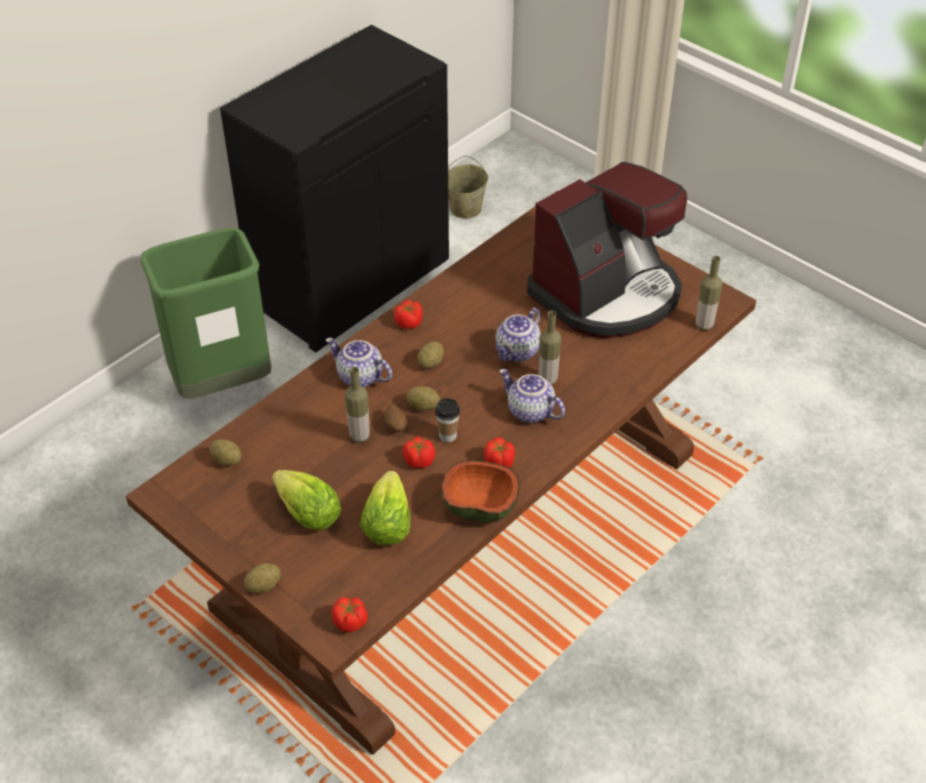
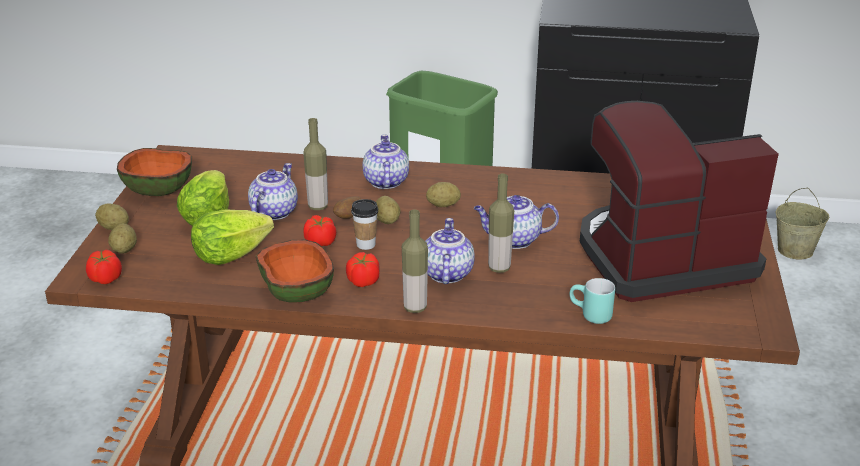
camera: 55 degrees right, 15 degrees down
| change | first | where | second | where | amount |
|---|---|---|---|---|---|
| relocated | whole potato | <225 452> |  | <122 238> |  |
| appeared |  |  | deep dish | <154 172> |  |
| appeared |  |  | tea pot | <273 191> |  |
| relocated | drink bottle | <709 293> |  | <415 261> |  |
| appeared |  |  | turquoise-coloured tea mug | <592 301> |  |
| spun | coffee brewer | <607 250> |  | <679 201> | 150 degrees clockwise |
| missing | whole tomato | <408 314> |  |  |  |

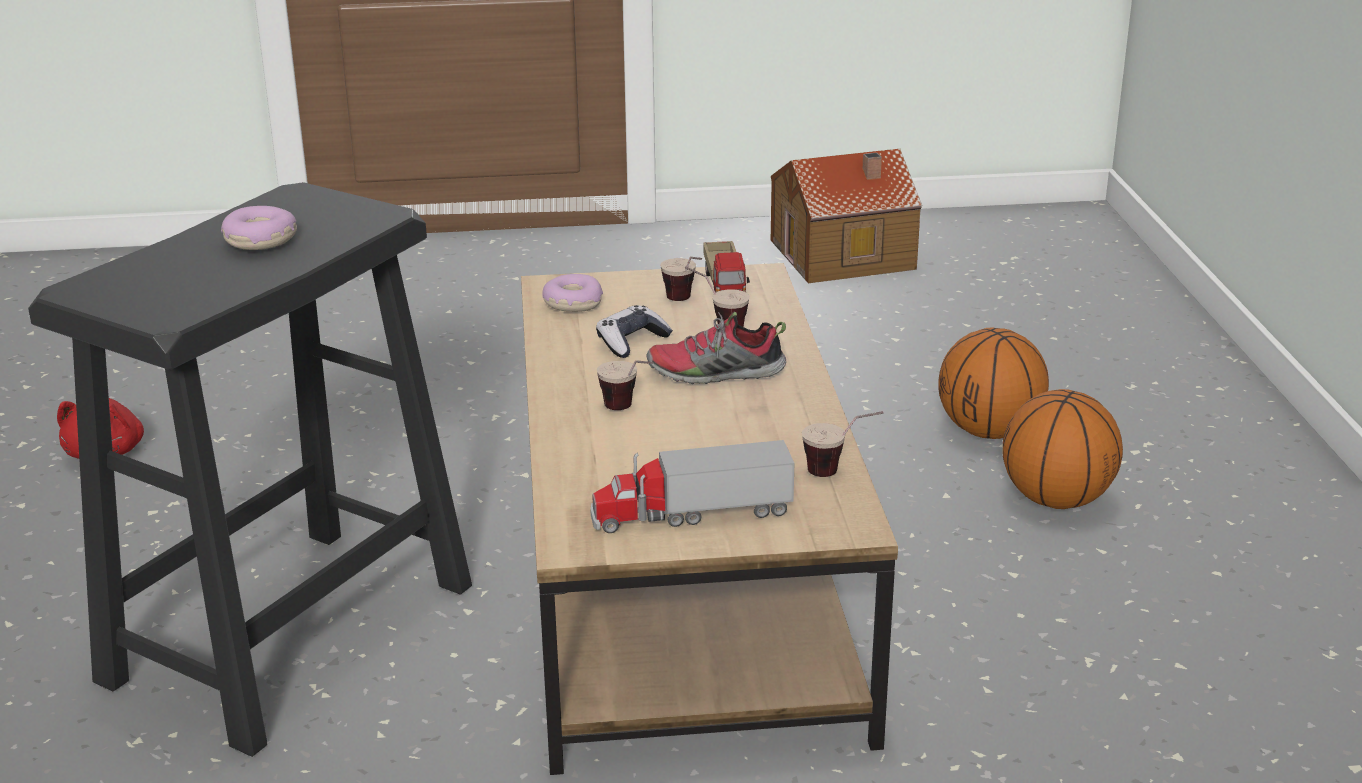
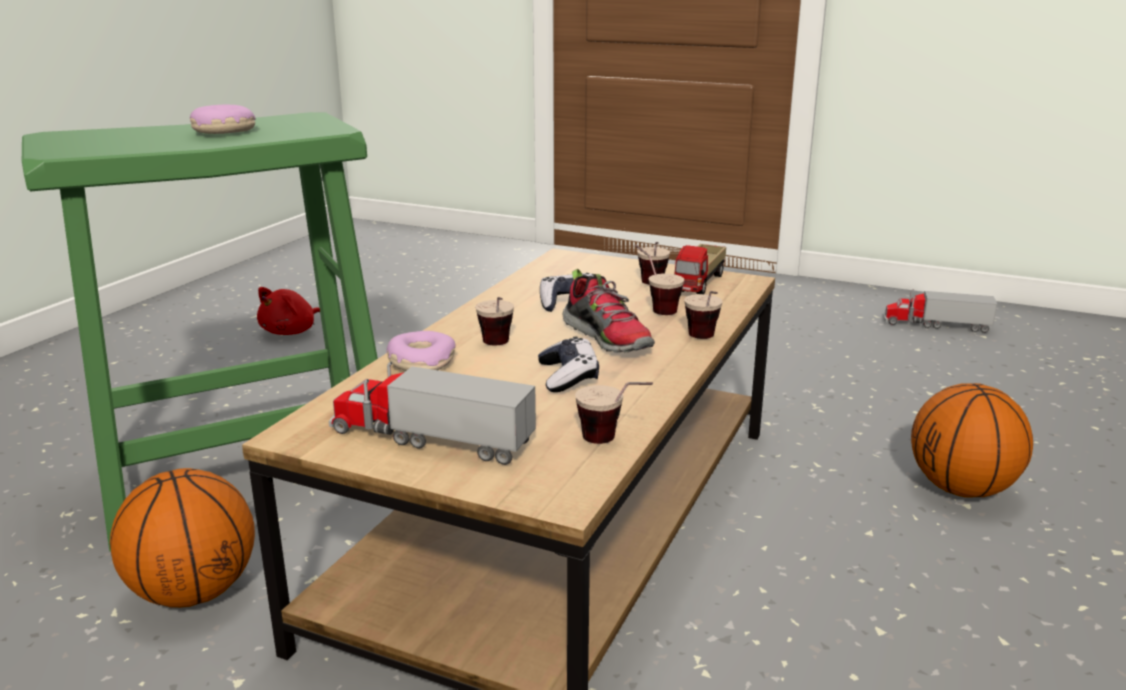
camera: 30 degrees right, 5 degrees down
| change | first | where | second | where | amount |
|---|---|---|---|---|---|
| colour | black-coloured sitting stool | <250 469> | green sitting stool | <200 332> |  |
| relocated | basketball ball | <1062 449> |  | <182 538> |  |
| relocated | ring doughnut | <573 293> |  | <421 351> |  |
| appeared |  |  | game controller | <568 364> |  |
| spun | shoe | <716 348> |  | <609 311> | 150 degrees counterclockwise |
| appeared |  |  | drinking cup | <703 315> |  |
| exchanged | toy house | <846 216> | toy truck | <940 311> |  |

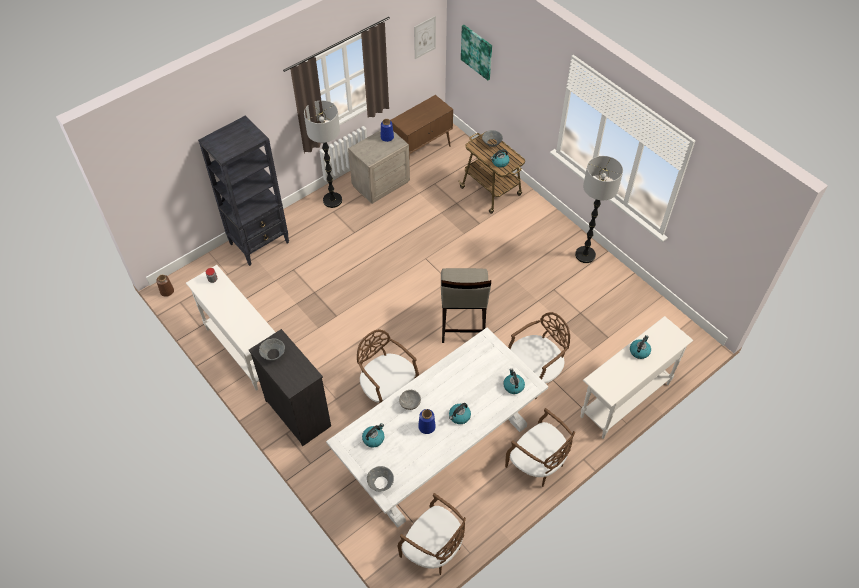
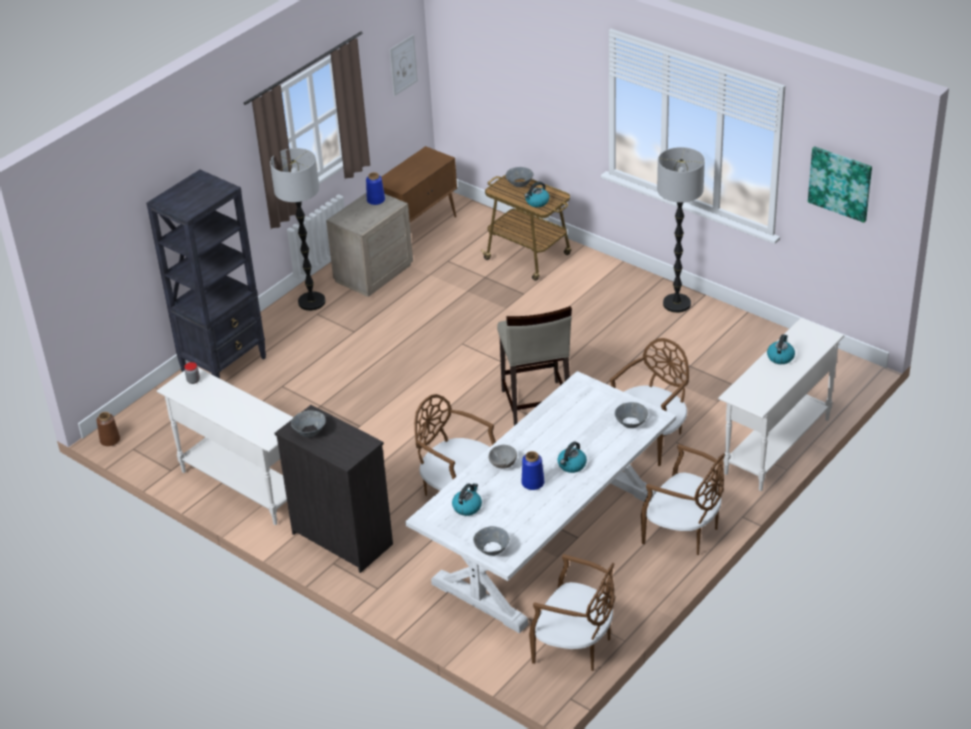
camera: 10 degrees left, 15 degrees down
| change | first | where | second | where | amount |
|---|---|---|---|---|---|
| exchanged | kettle | <514 381> | grey deep dish | <631 415> |  |
| relocated | wall art | <476 52> |  | <840 184> |  |

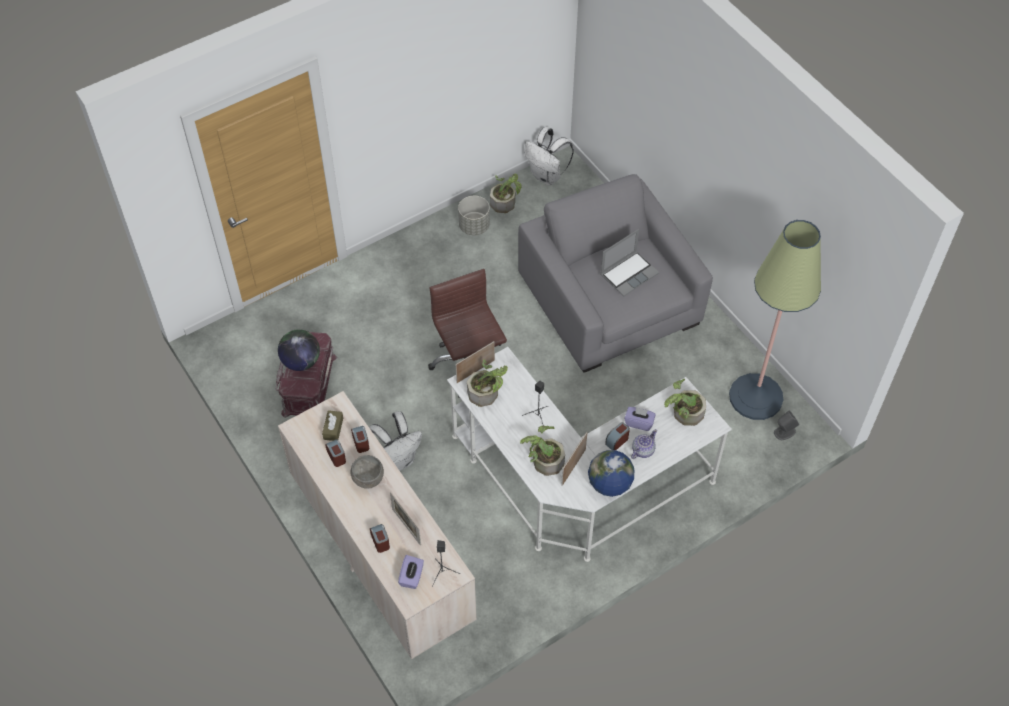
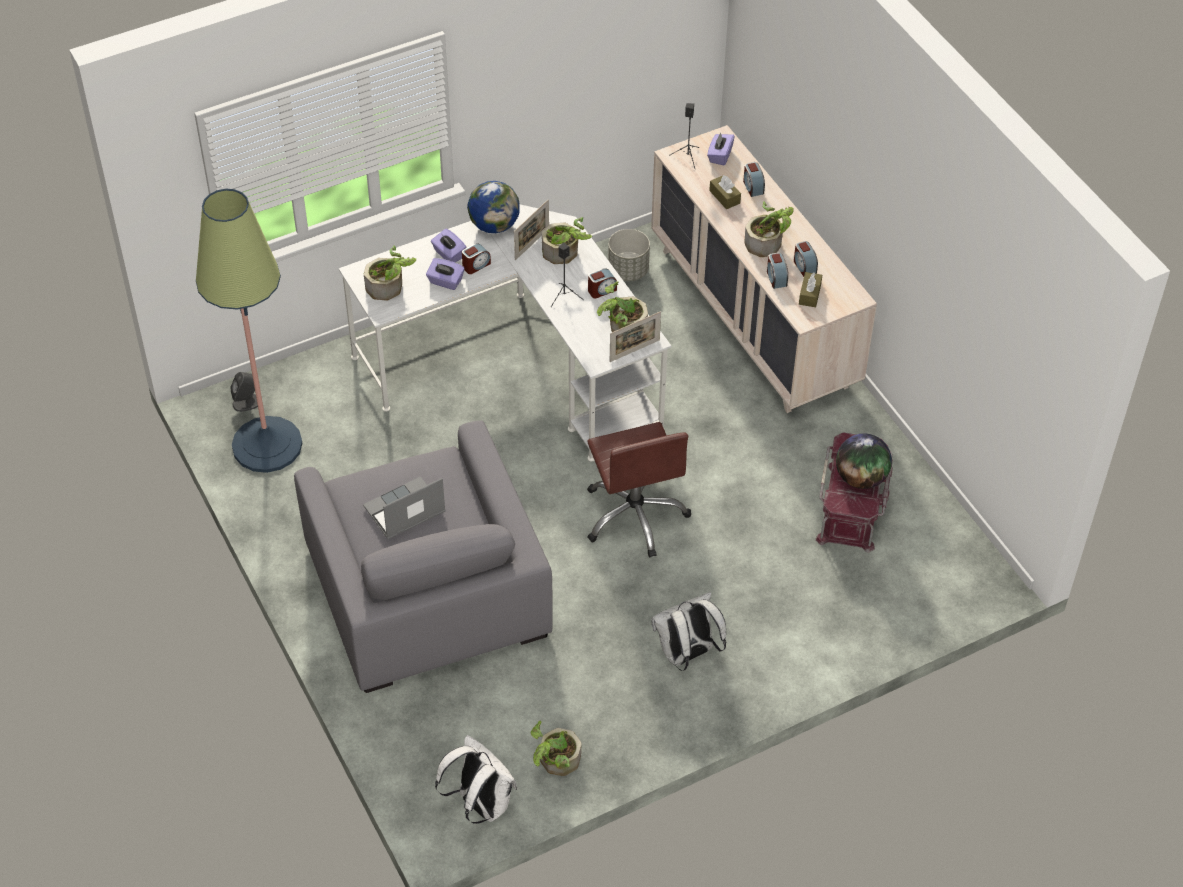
camera: 175 degrees left, 5 degrees down
| change | first | where | second | where | amount |
|---|---|---|---|---|---|
| exchanged | tea pot | <644 444> | purplish tissue box | <449 245> |  |
| appeared |  |  | table clock | <602 283> |  |
| relocated | grey flower pot | <474 215> |  | <629 255> |  |
| relocated | white-coloured knapsack | <395 441> |  | <689 631> |  |
| exchanged | picture frame | <405 519> | brown tissue box | <725 192> |  |
| exchanged | grey deep dish | <367 472> | houseplant | <769 229> |  |

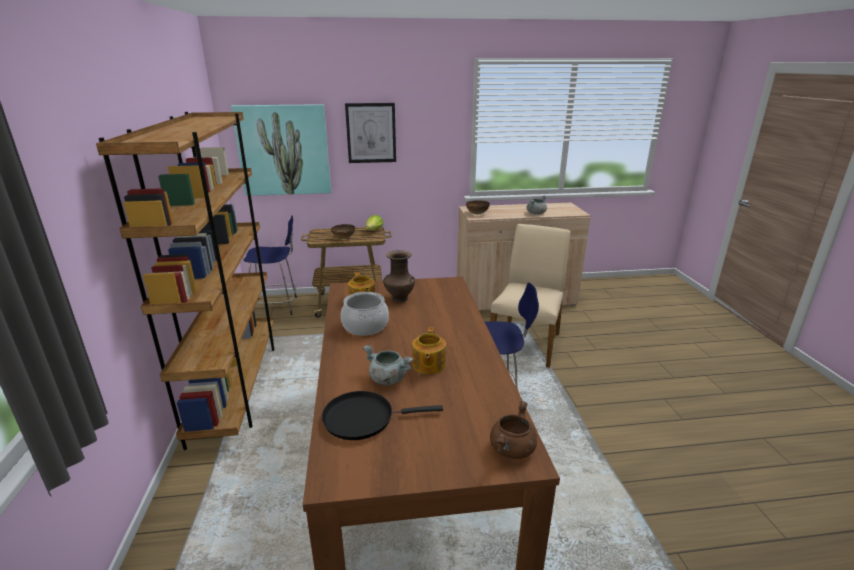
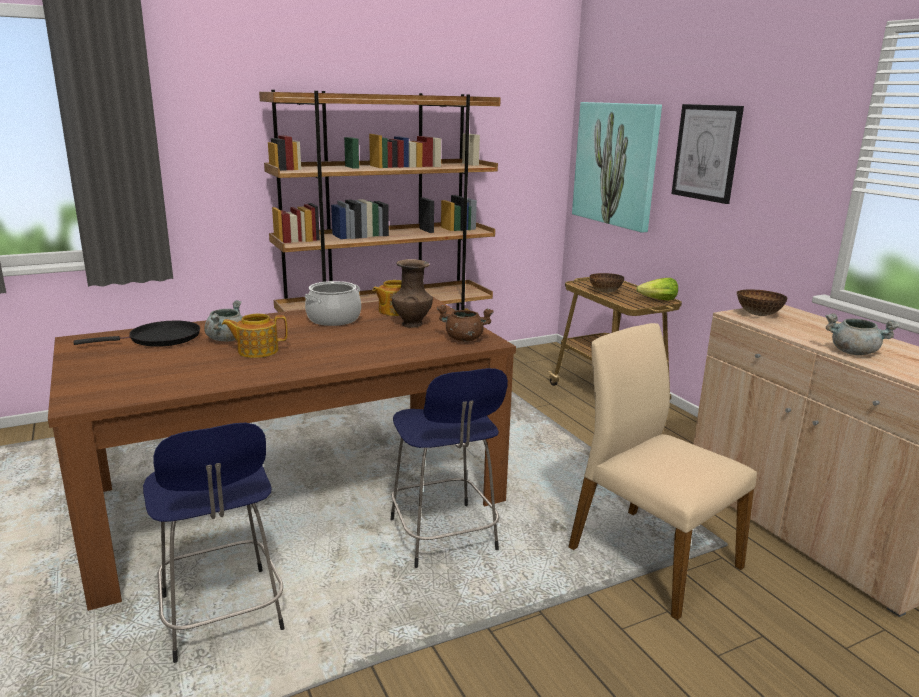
camera: 70 degrees right, 5 degrees down
| change | first | where | second | where | amount |
|---|---|---|---|---|---|
| spun | black-coloured frying pan | <382 415> |  | <136 334> | 90 degrees clockwise |
| relocated | bluish sitting stool | <270 265> |  | <214 542> |  |
| relocated | brown saucepot | <513 429> |  | <465 323> |  |
| spun | beige upright chair | <530 296> |  | <663 471> | 135 degrees counterclockwise |

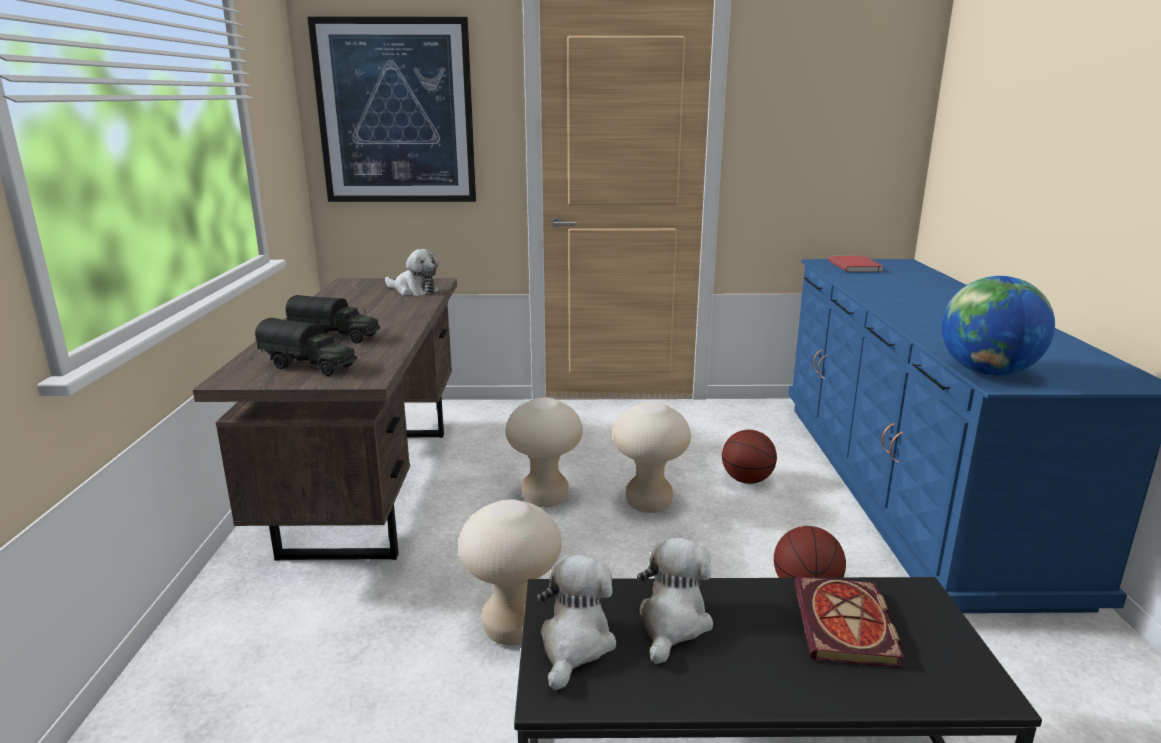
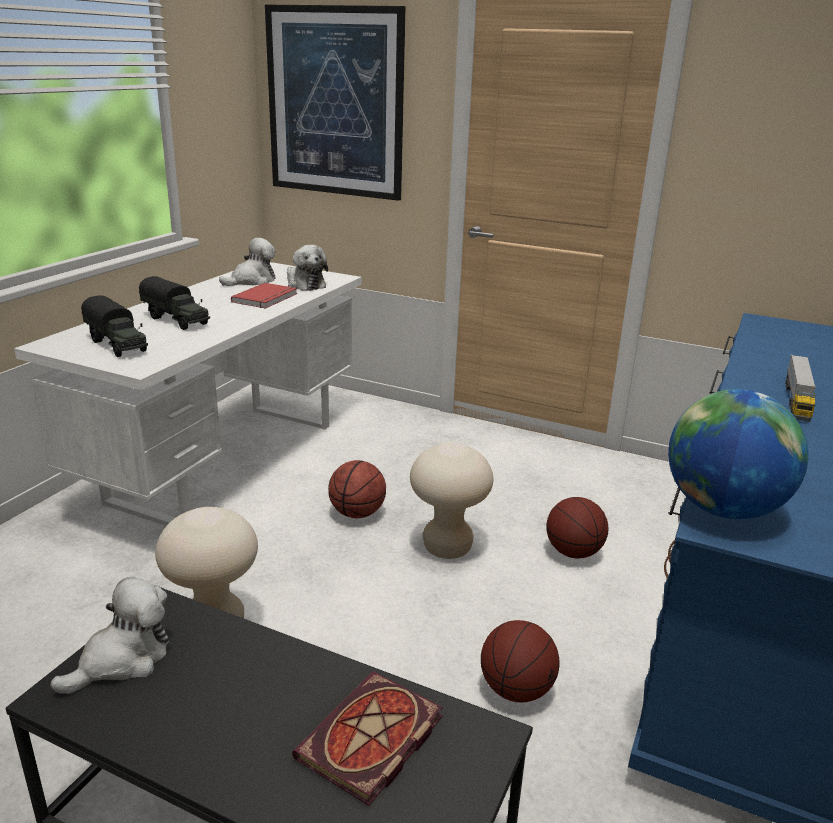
camera: 25 degrees right, 5 degrees up
| change | first | where | second | where | amount |
|---|---|---|---|---|---|
| colour | brown desk unit | <325 419> | white-coloured desk unit | <187 394> |  |
| relocated | cuddly toy | <675 601> |  | <247 262> |  |
| relocated | red-coloured volume | <856 263> |  | <264 295> |  |
| exchanged | beige sitting stool | <544 452> | basketball ball | <357 489> |  |
| appeared |  |  | toy truck | <800 388> |  |

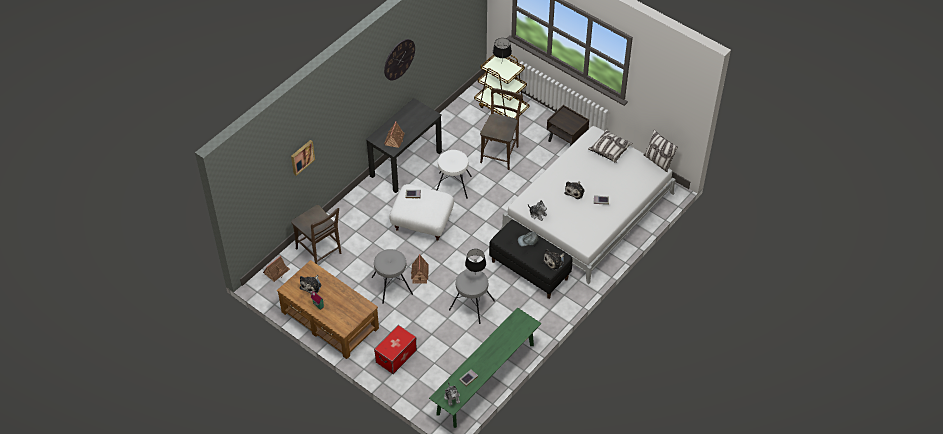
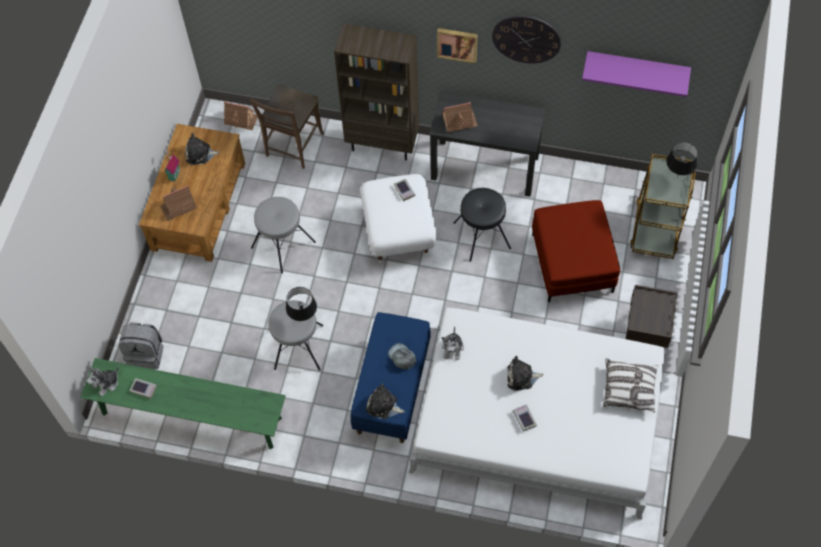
camera: 65 degrees right, 10 degrees up
| change | first | where | second | where | amount |
|---|---|---|---|---|---|
| appeared |  |  | grey knapsack | <141 345> |  |
| relocated | toy house | <420 269> |  | <178 203> |  |
| appeared |  |  | brown shelving unit | <376 92> |  |
| colour | black-coloured indoor bench | <531 259> | bluish indoor bench | <391 377> |  |
| relocated | wall art | <303 158> |  | <457 46> |  |
| colour | white-coloured sitting stool | <454 174> | black-coloured sitting stool | <482 225> |  |
| exchanged | brown upright chair | <501 129> | red-coloured ottoman | <576 251> |  |
| appeared |  |  | purplish bracket shelf | <636 74> |  |
| missing | storage bin | <395 349> |  |  |  |
| missing | throw pillow | <660 150> |  |  |  |

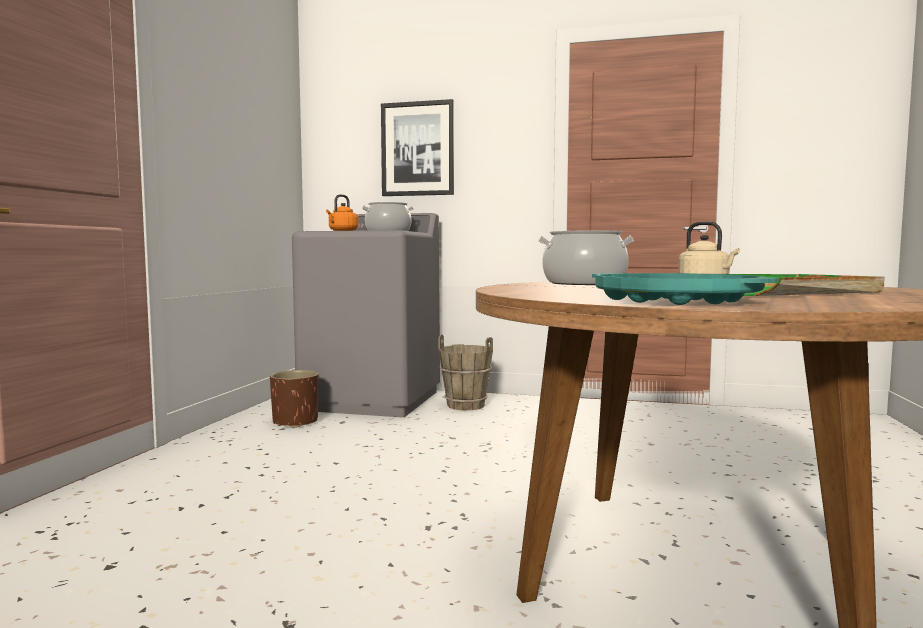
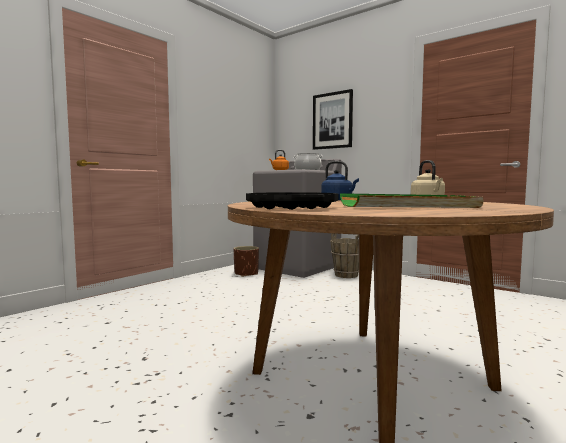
camera: 25 degrees right, 0 degrees up
| change | first | where | second | where | amount |
|---|---|---|---|---|---|
| colour | turquoise-coloured carrying tray | <685 289> | black-coloured carrying tray | <292 201> |  |
| exchanged | saucepot | <586 257> | bluish kettle | <340 180> |  |

